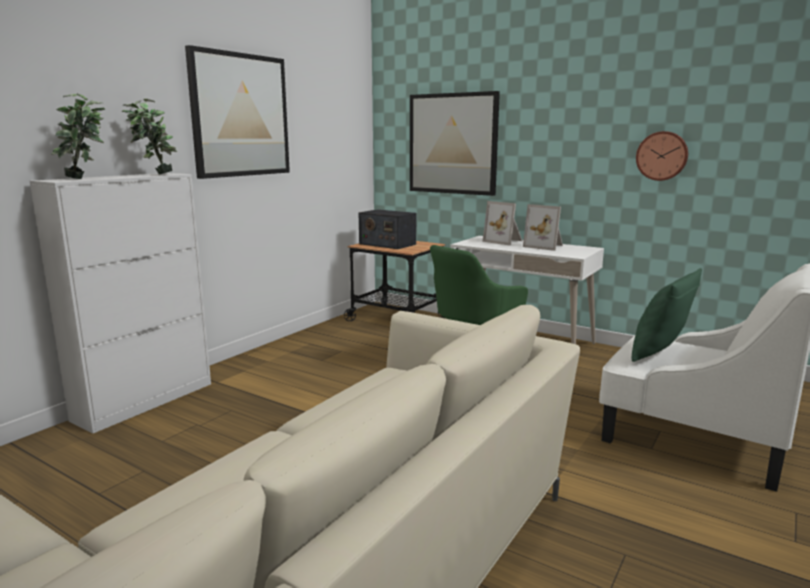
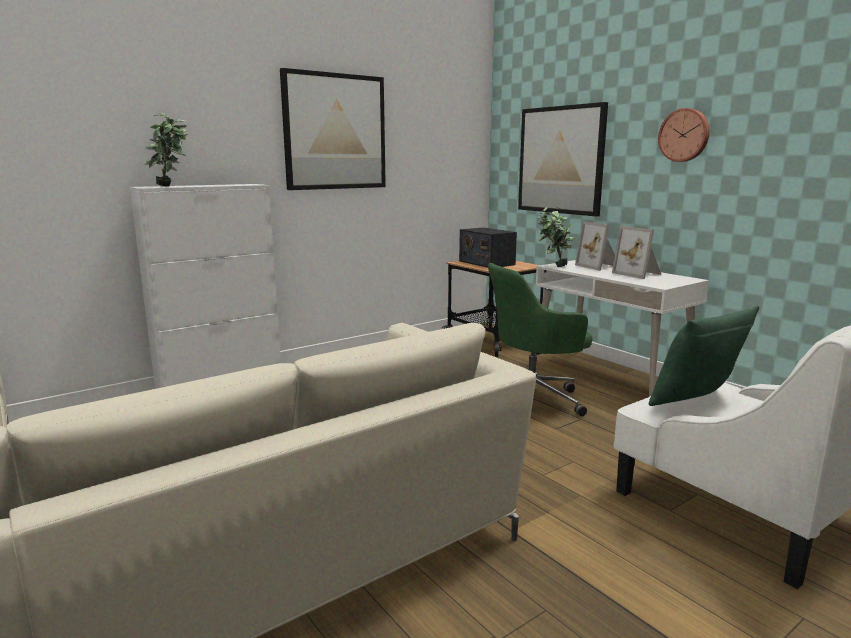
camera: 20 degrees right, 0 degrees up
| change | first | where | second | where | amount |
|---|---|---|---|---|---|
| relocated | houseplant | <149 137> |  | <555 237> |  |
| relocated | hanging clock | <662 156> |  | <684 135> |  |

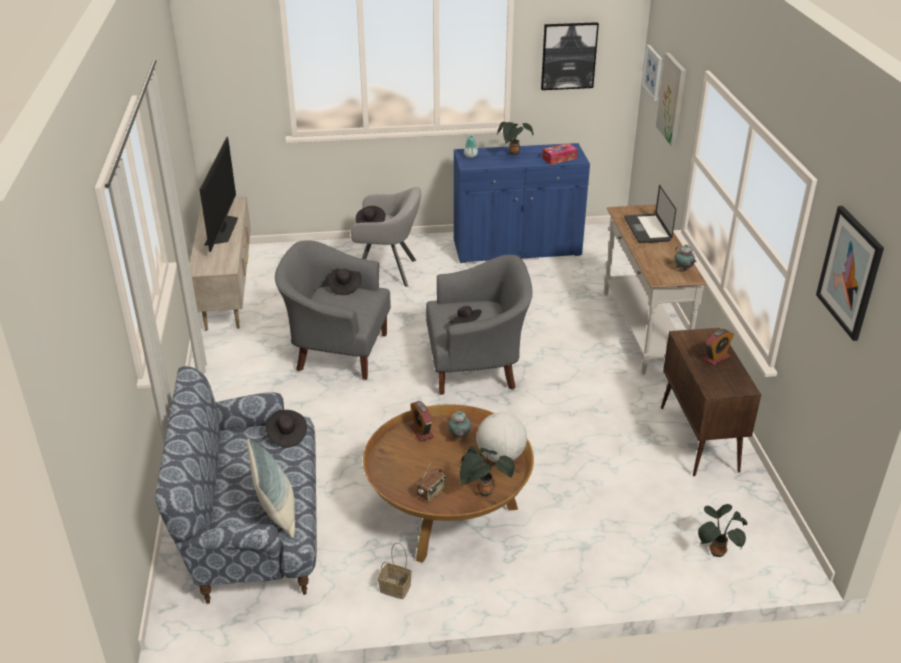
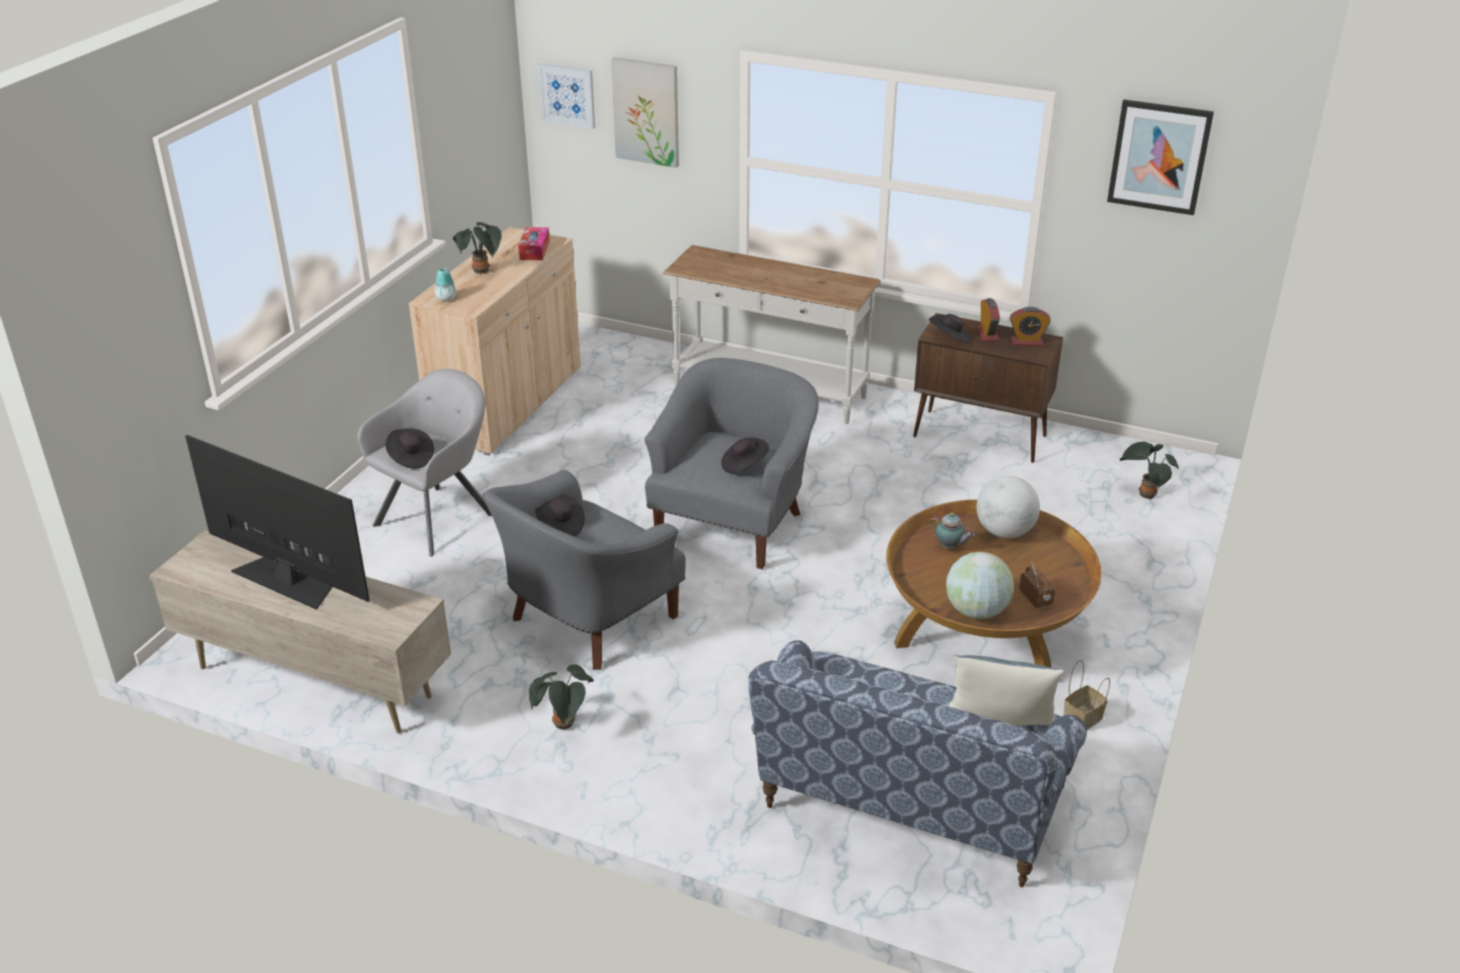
camera: 60 degrees left, 0 degrees up
| change | first | where | second | where | amount |
|---|---|---|---|---|---|
| colour | bluish cupboard | <522 203> | beige cupboard | <494 341> |  |
| relocated | houseplant | <487 471> |  | <561 697> |  |
| relocated | black-coloured wearable hat | <286 429> |  | <950 328> |  |
| appeared |  |  | world globe | <980 585> |  |
| relocated | table clock | <422 421> |  | <1030 326> |  |
| missing | wall art | <570 56> |  |  |  |
| missing | laptop | <650 214> |  |  |  |
| missing | tea pot | <685 257> |  |  |  |

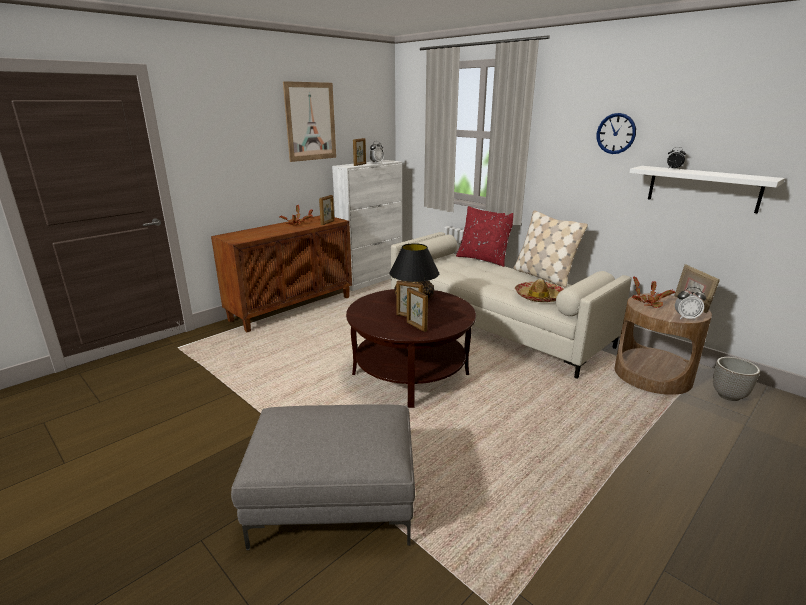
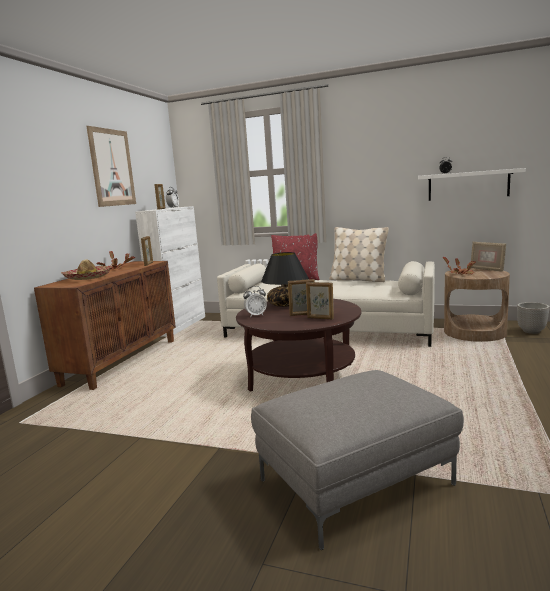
camera: 25 degrees left, 10 degrees down
| change | first | where | second | where | amount |
|---|---|---|---|---|---|
| relocated | wearable hat | <539 290> |  | <86 269> |  |
| relocated | table clock | <690 303> |  | <255 301> |  |
| missing | hanging clock | <616 133> |  |  |  |

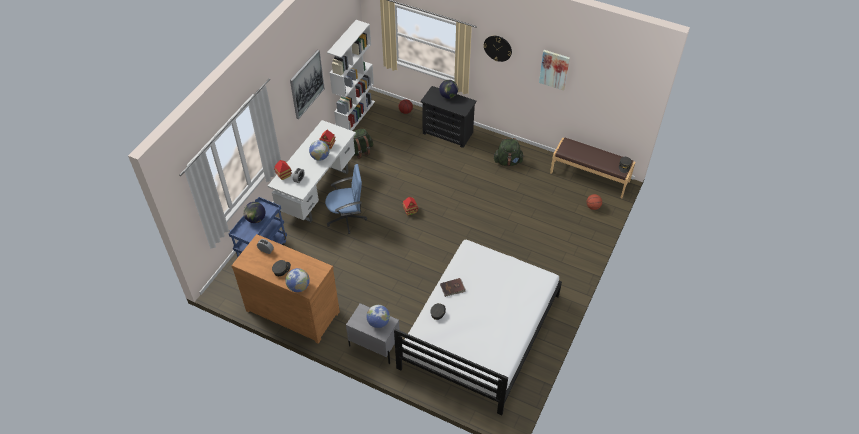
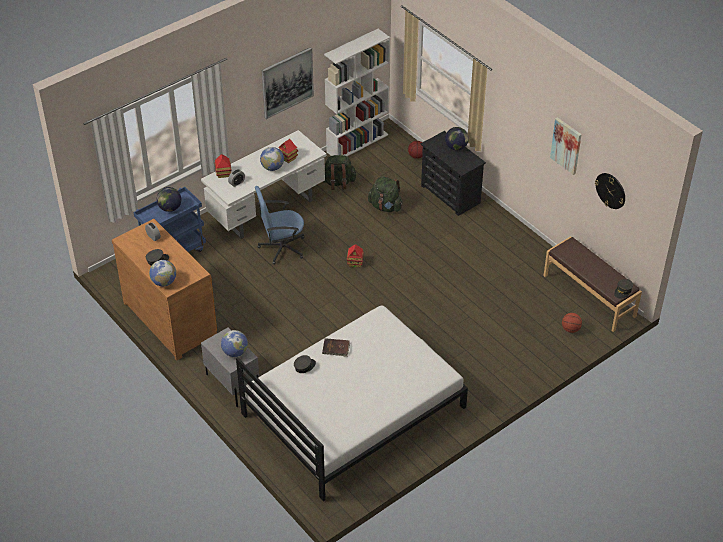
camera: 25 degrees right, 5 degrees down
| change | first | where | second | where | amount |
|---|---|---|---|---|---|
| spun | bluish desk chair | <346 199> |  | <279 225> | 150 degrees clockwise |
| relocated | green knapsack | <509 152> |  | <385 194> |  |
| relocated | hanging clock | <497 49> |  | <610 191> |  |

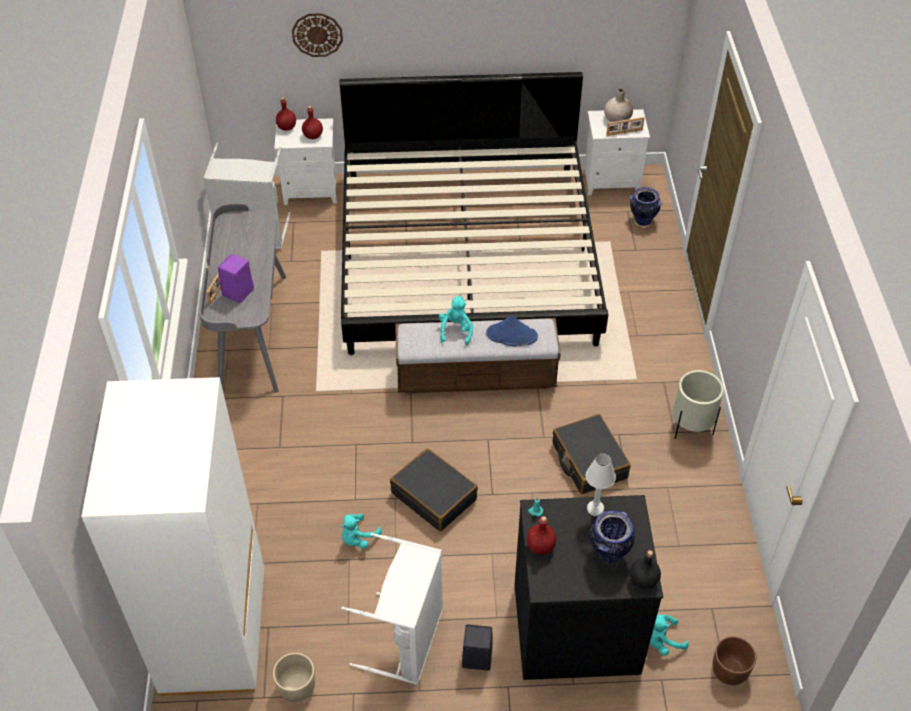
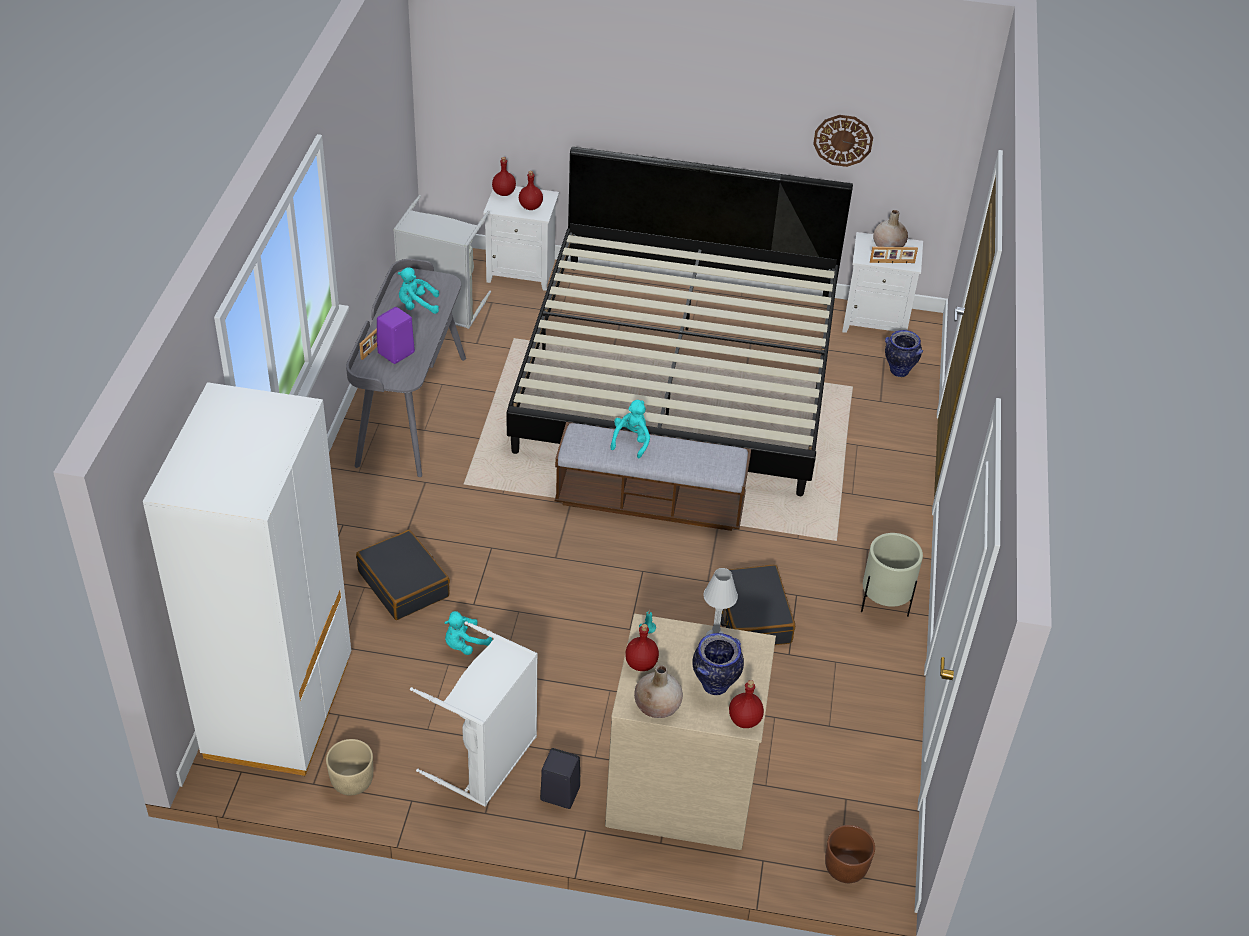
camera: 10 degrees right, 5 degrees down
| change | first | where | second | where | amount |
|---|---|---|---|---|---|
| relocated | black-coloured suitcase | <434 489> |  | <403 575> |  |
| relocated | turquoise-coloured cuddly toy | <669 635> |  | <418 291> |  |
| colour | black-coloured chest of drawers | <589 587> | beige chest of drawers | <690 732> |  |
| appeared |  |  | beige flower vase | <658 691> |  |
| colour | black-coloured drink bottle | <645 569> | red-coloured drink bottle | <746 704> |  |
| relocated | hanging clock | <317 35> |  | <843 141> |  |
| missing | bluish wearable hat | <512 331> |  |  |  |

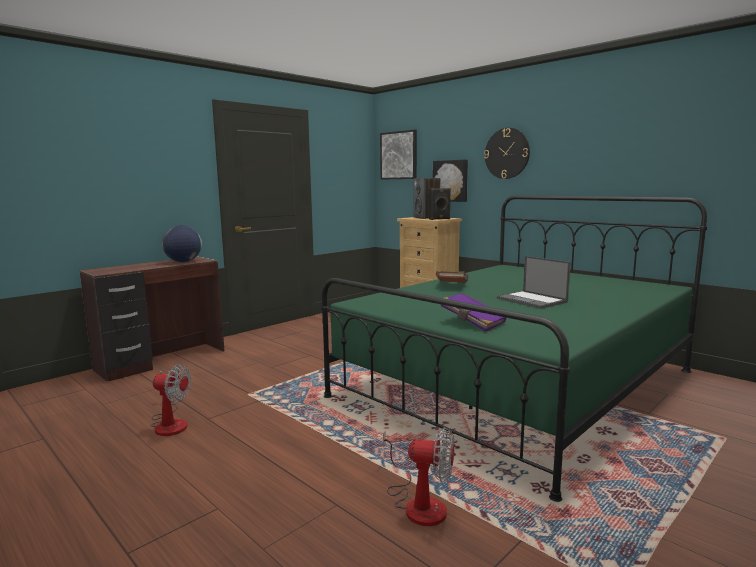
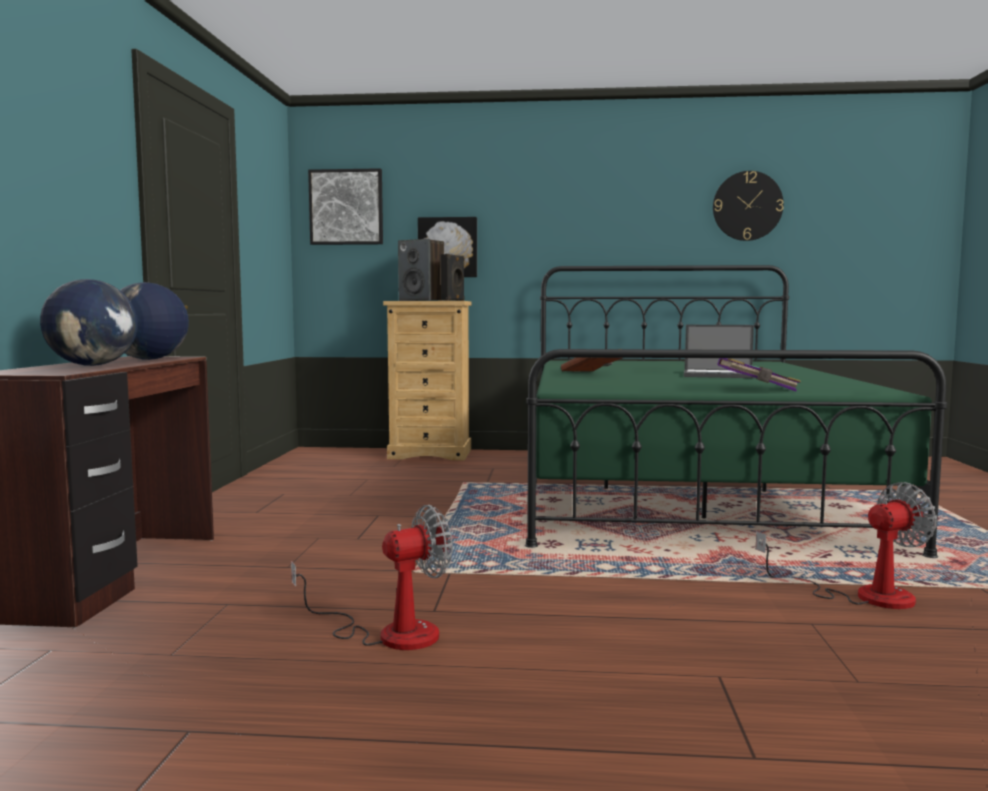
camera: 40 degrees left, 5 degrees down
| change | first | where | second | where | amount |
|---|---|---|---|---|---|
| appeared |  |  | world globe | <89 322> |  |
| relocated | hanging clock | <507 153> |  | <748 206> |  |

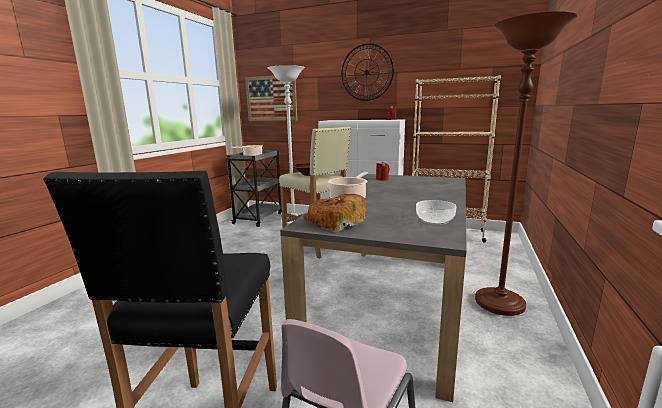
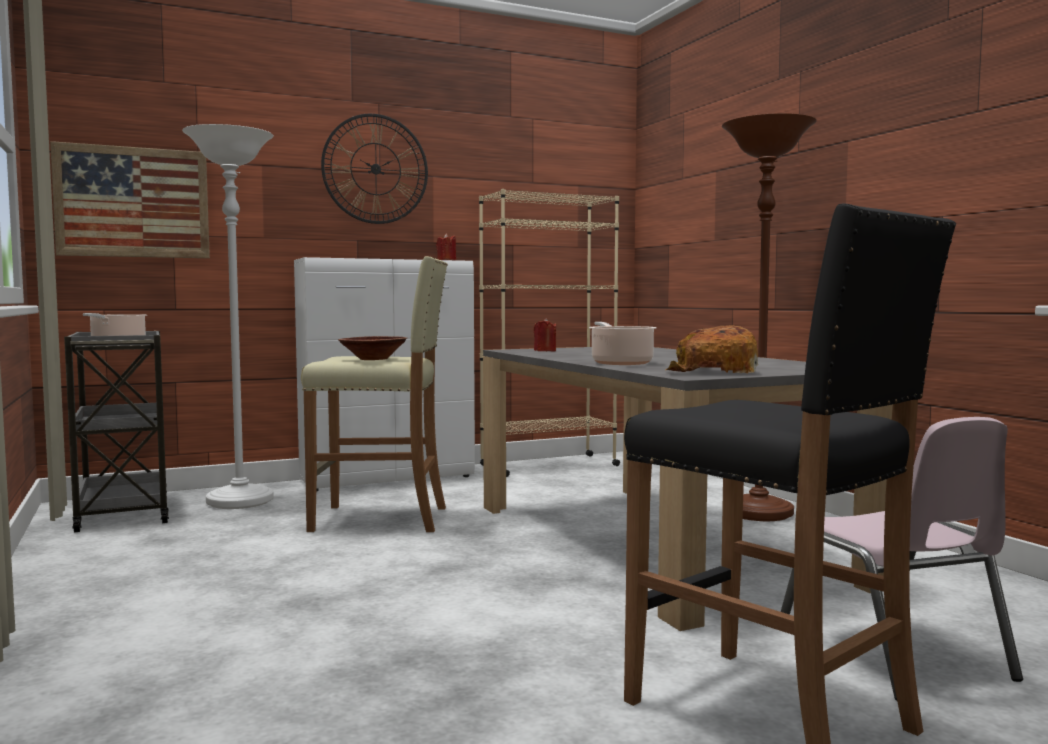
camera: 45 degrees left, 10 degrees down
| change | first | where | second | where | amount |
|---|---|---|---|---|---|
| missing | deep dish | <436 212> |  |  |  |

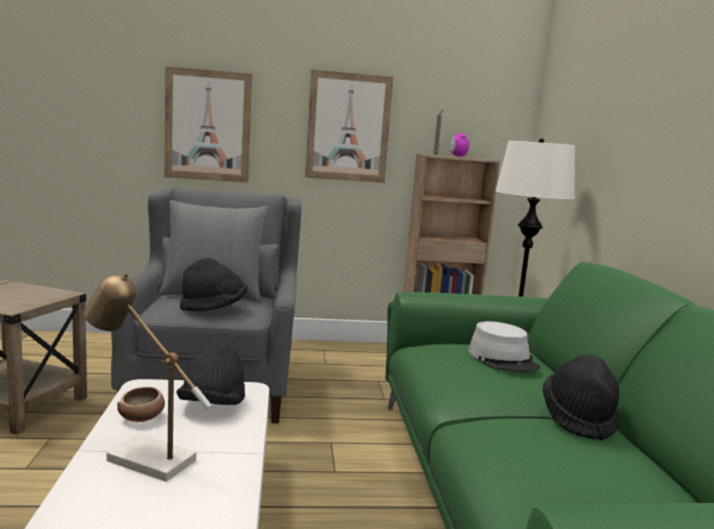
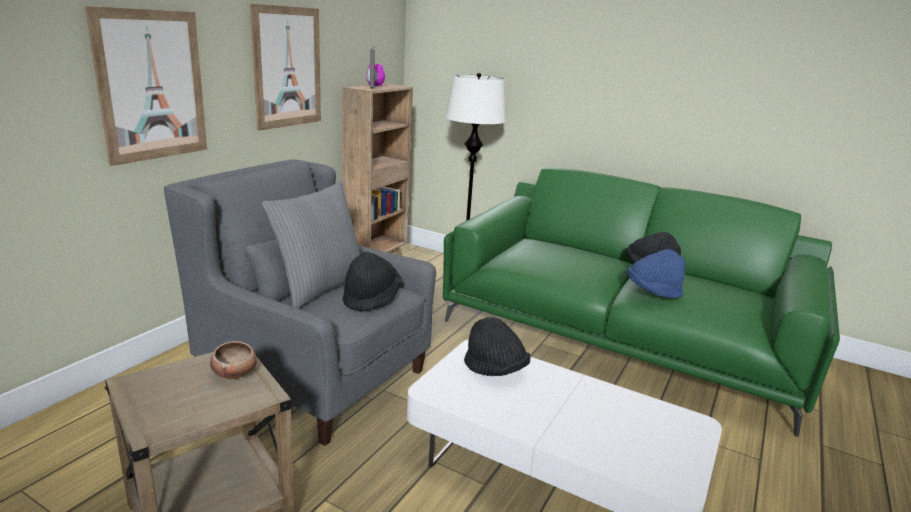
camera: 55 degrees left, 10 degrees up
| change | first | where | second | where | amount |
|---|---|---|---|---|---|
| relocated | deep dish | <141 404> |  | <233 360> |  |
| appeared |  |  | bluish wearable hat | <656 273> |  |
| missing | lamp for a table | <148 377> |  |  |  |
| missing | grey wearable hat | <504 346> |  |  |  |

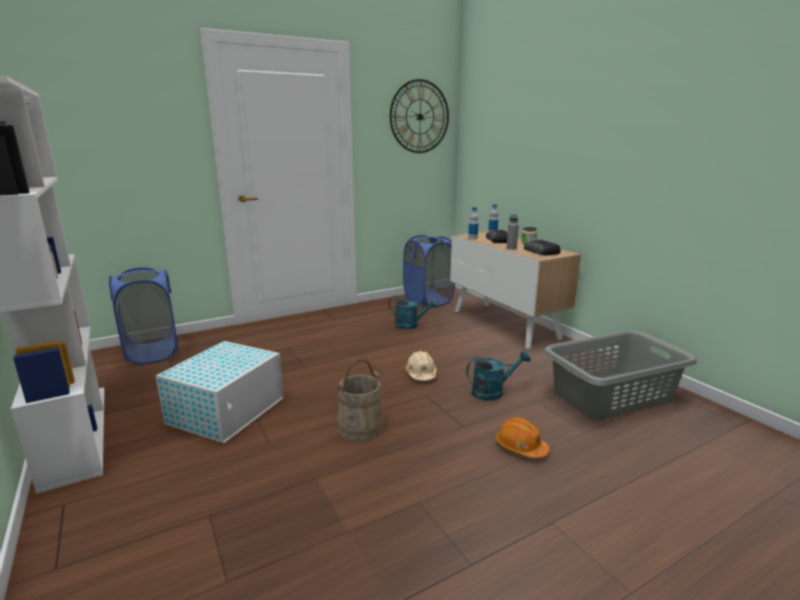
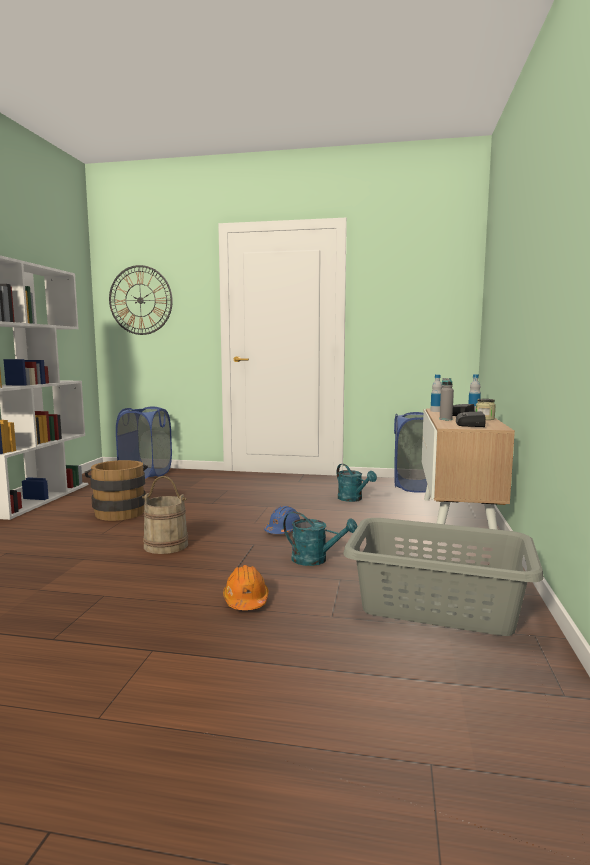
camera: 40 degrees right, 10 degrees down
| change | first | where | second | where | amount |
|---|---|---|---|---|---|
| exchanged | white-coloured storage bin | <220 392> | brown bucket | <116 490> |  |
| relocated | hanging clock | <419 116> |  | <141 300> |  |
| colour | beige work helmet | <421 366> | bluish work helmet | <282 520> |  |

